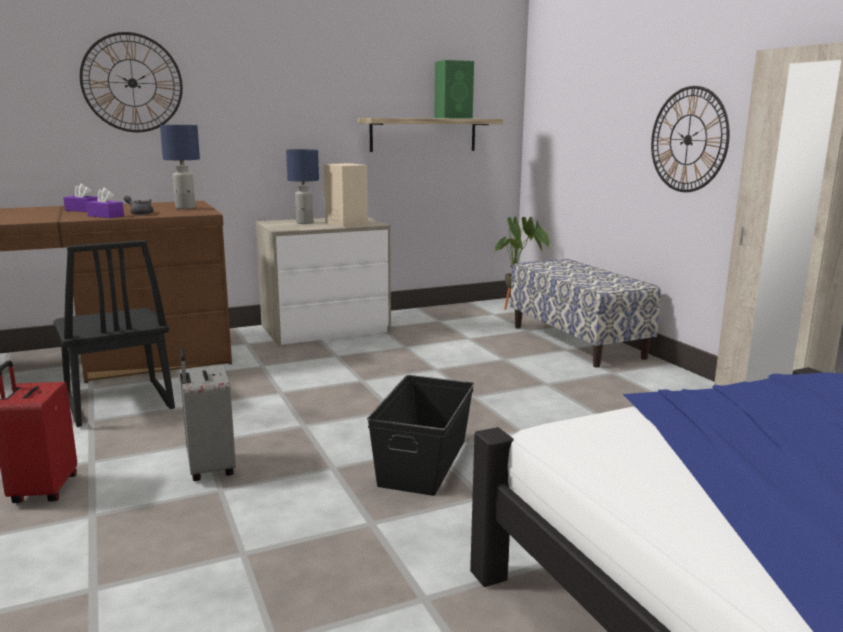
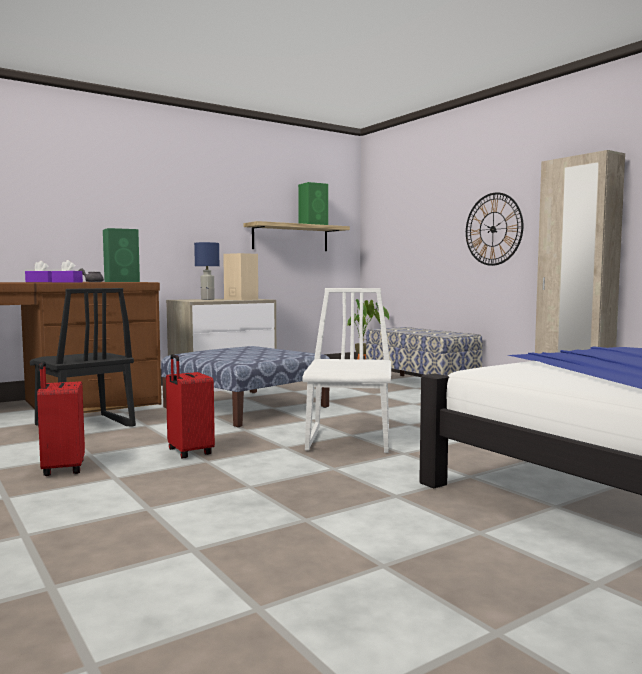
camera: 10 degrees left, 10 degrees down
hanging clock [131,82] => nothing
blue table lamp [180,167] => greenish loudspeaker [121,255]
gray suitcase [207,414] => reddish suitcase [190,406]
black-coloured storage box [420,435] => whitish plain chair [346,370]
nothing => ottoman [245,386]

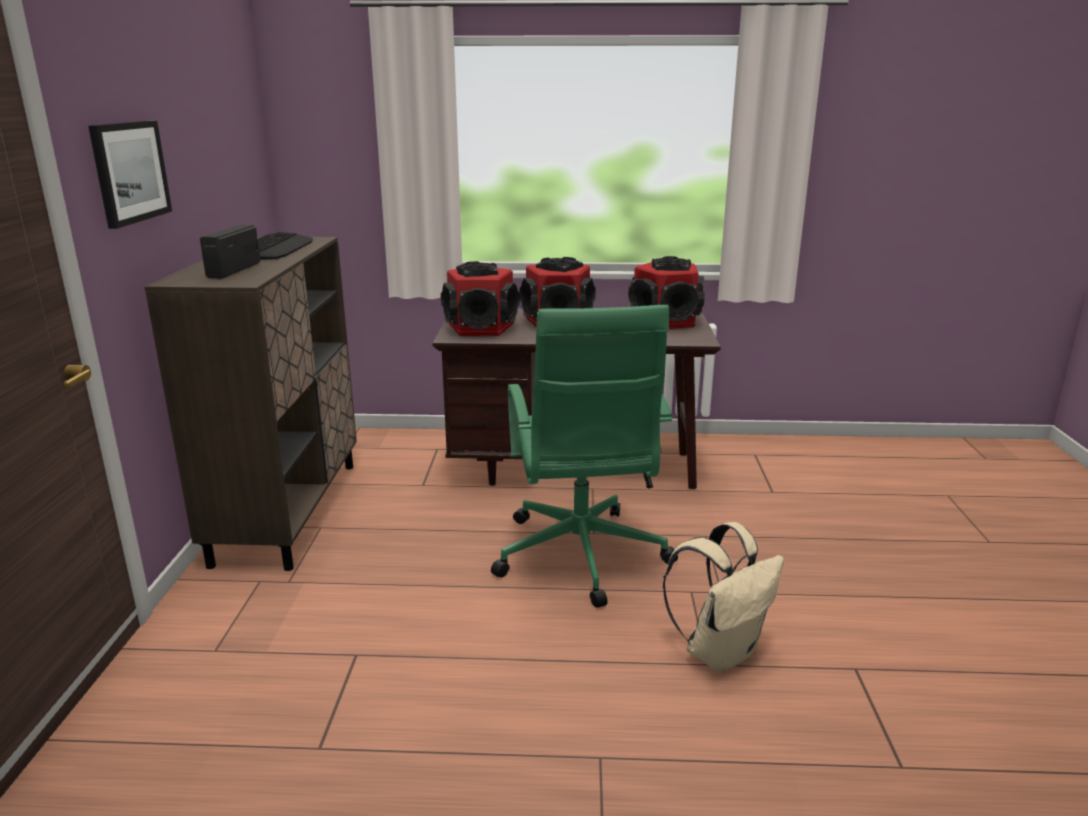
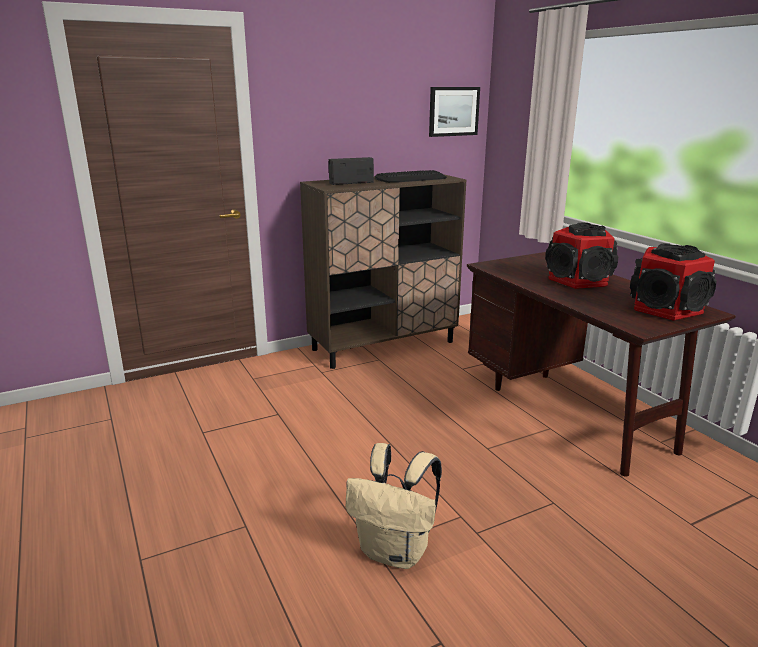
camera: 60 degrees right, 0 degrees up
wall picture [130,175] => wall picture [454,112], move
loudspeaker [480,298] => nothing
greenish desk chair [584,456] => nothing

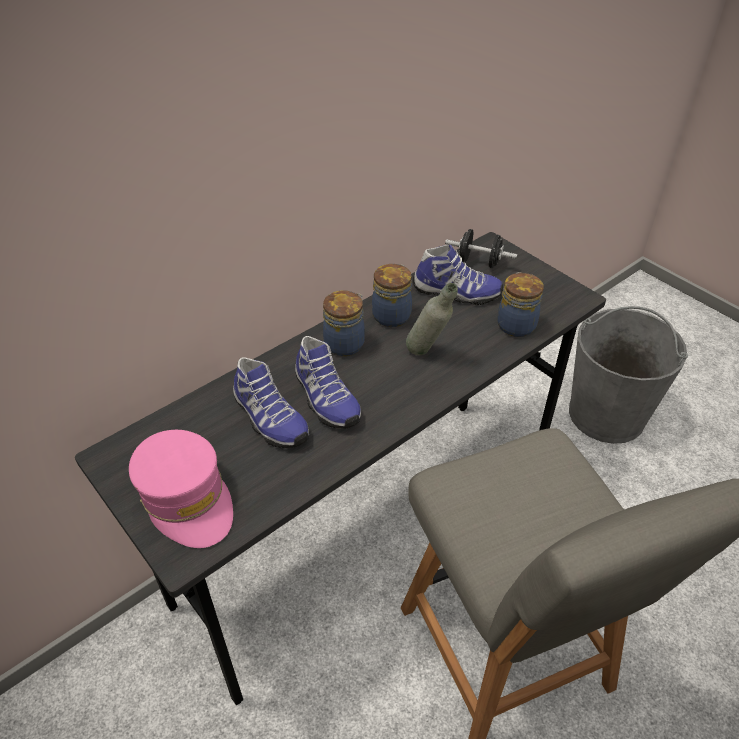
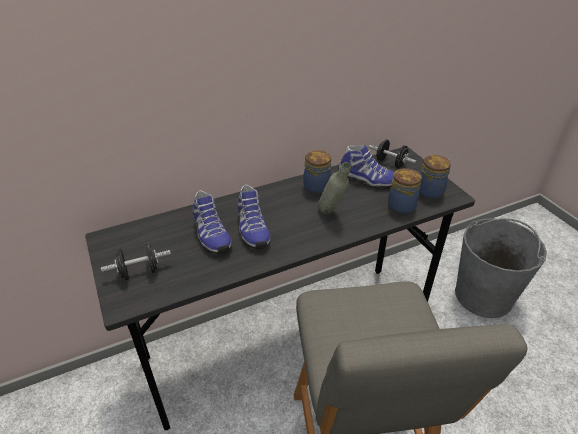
camera: 15 degrees right, 5 degrees down
preserve jar [344,323] => preserve jar [435,177], move
pinkish cap [181,489] => black-coloured dumbbell [136,261]

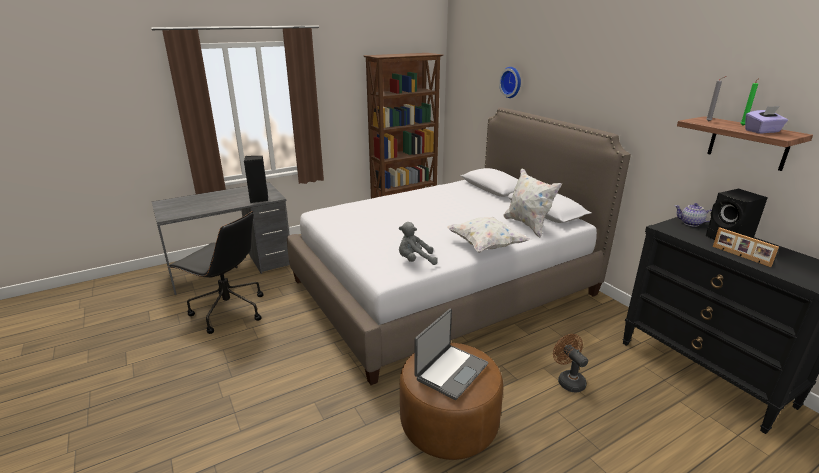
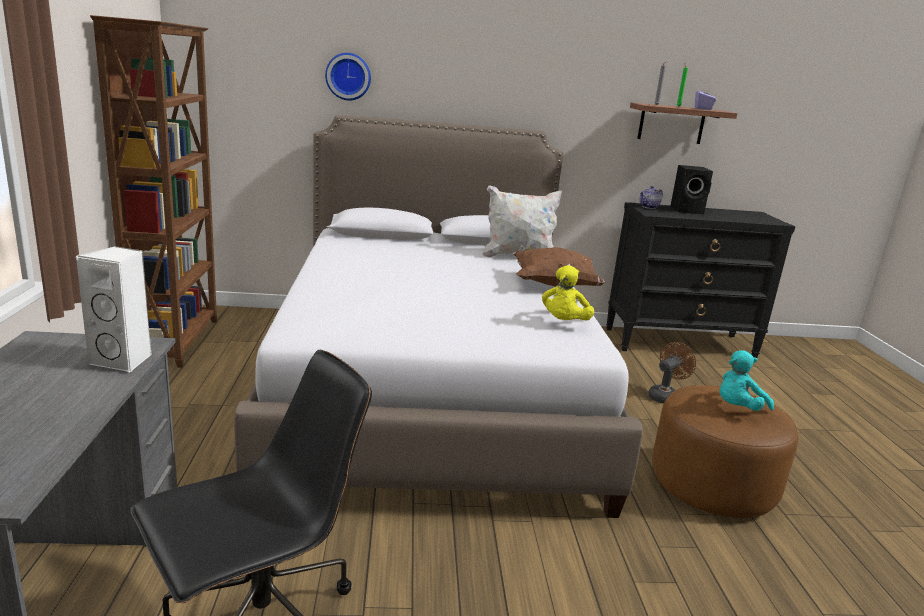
camera: 65 degrees left, 5 degrees down
black-coloured loudspeaker [256,179] => whitish loudspeaker [114,309]
whitish cushion [488,235] => brownish cushion [558,267]
gray soft toy [418,243] => yellow soft toy [568,293]
photo frame [746,247] => nothing
notebook computer [451,354] => turquoise soft toy [747,380]
brownish cooling fan [570,363] => brownish cooling fan [672,373], 135 degrees clockwise

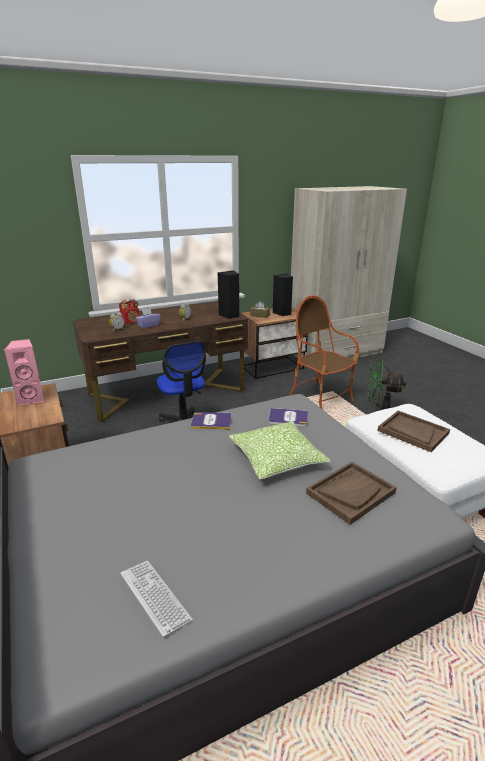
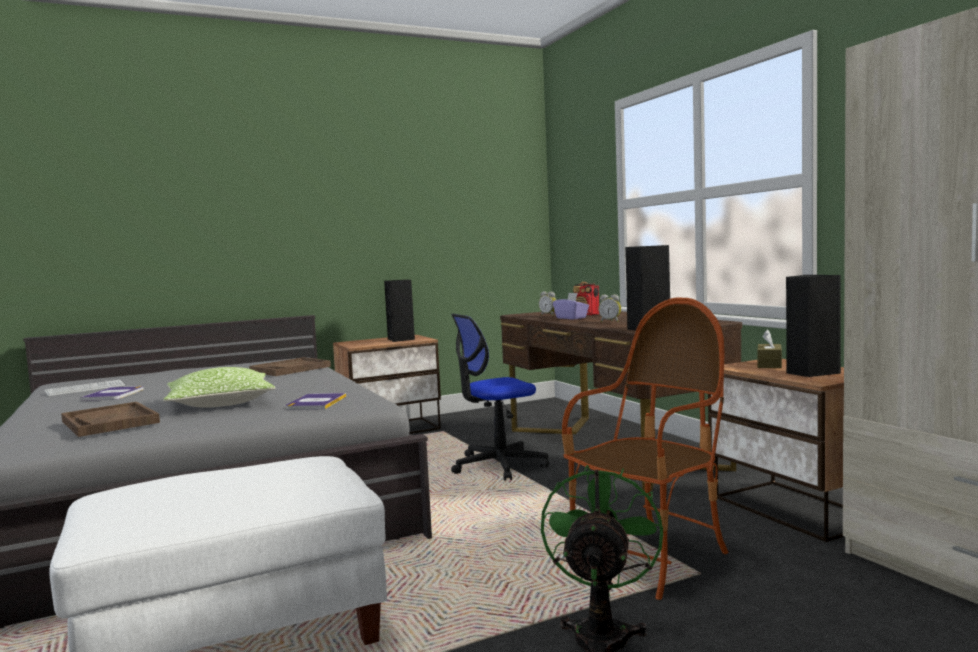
camera: 90 degrees right, 20 degrees down
pinkish loudspeaker [24,372] => black-coloured loudspeaker [399,311]
brownish tray [413,431] => brownish tray [290,366], move
volume [211,420] => volume [112,393], move

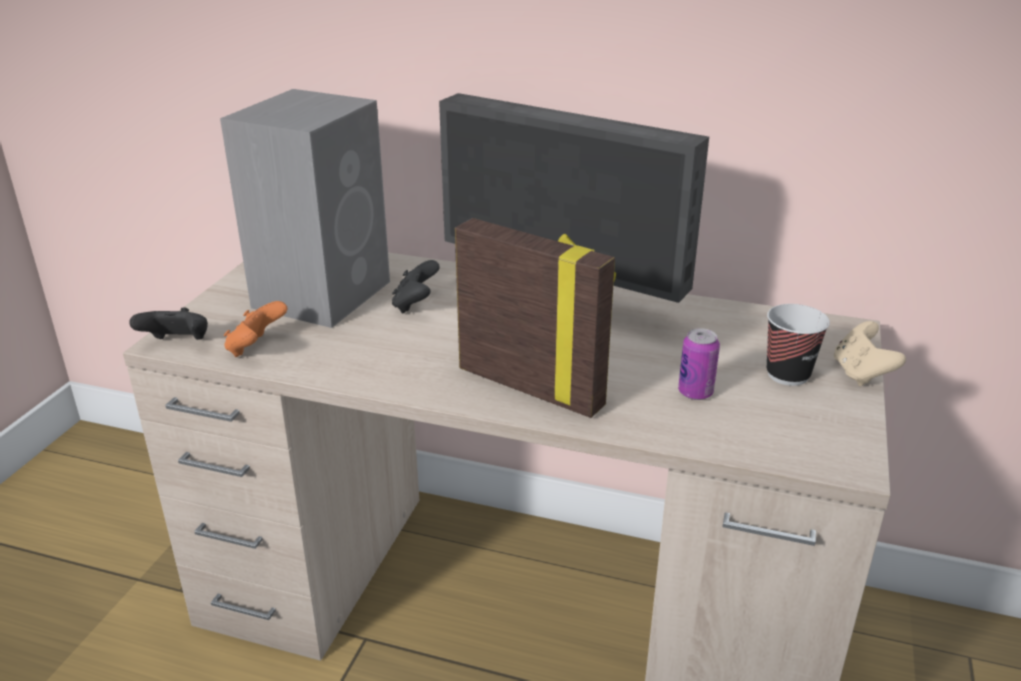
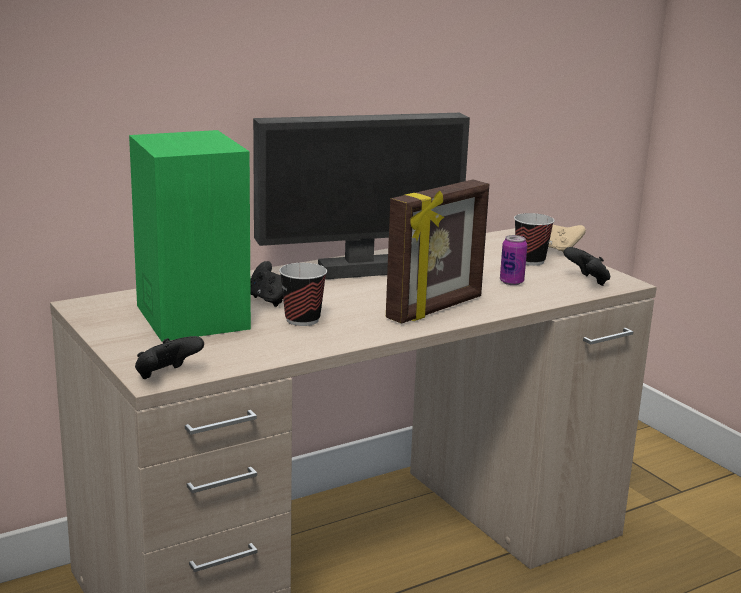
camera: 50 degrees left, 10 degrees down
gray loudspeaker [305,208] => greenish loudspeaker [190,236]
photo frame [535,318] => photo frame [437,251], 150 degrees clockwise
orange joypad [255,329] => nothing
nothing => black-coloured joypad [587,266]
nothing => cup [303,294]

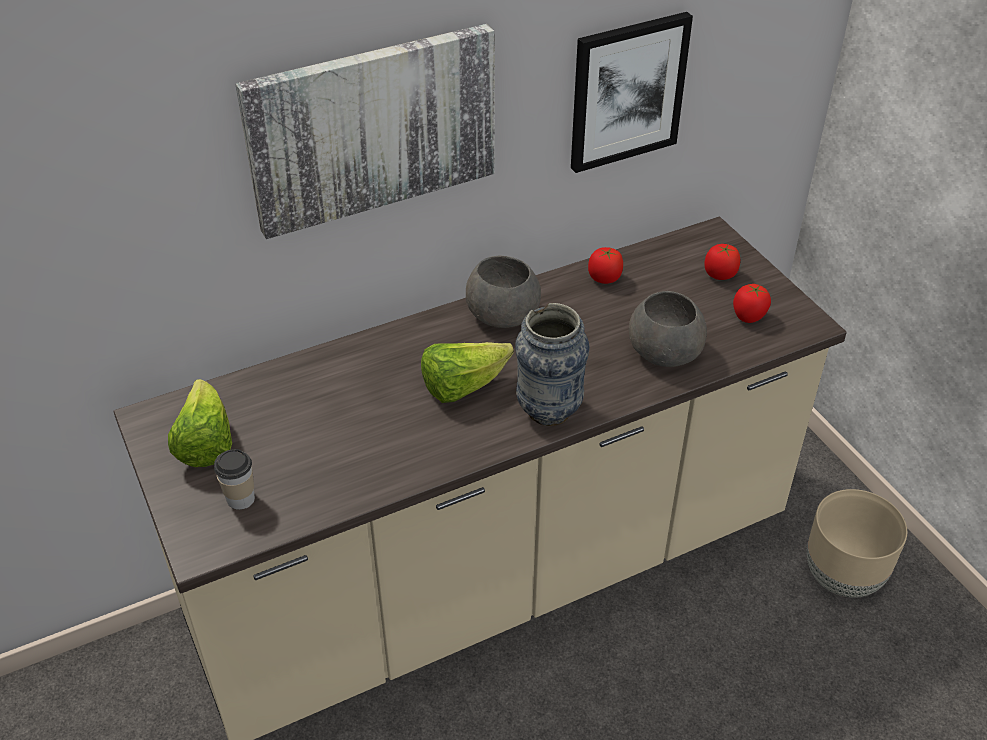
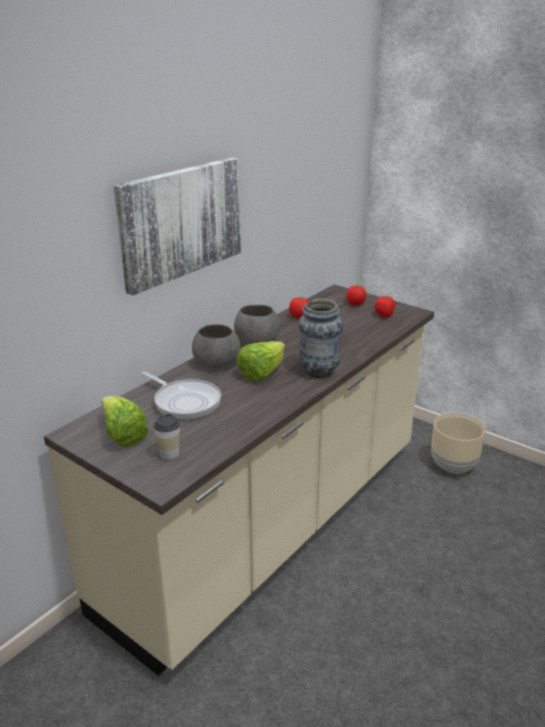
camera: 25 degrees left, 15 degrees down
wall picture [632,92] => nothing
gray deep dish [668,329] => gray deep dish [216,346], move
nothing => frying pan [181,396]

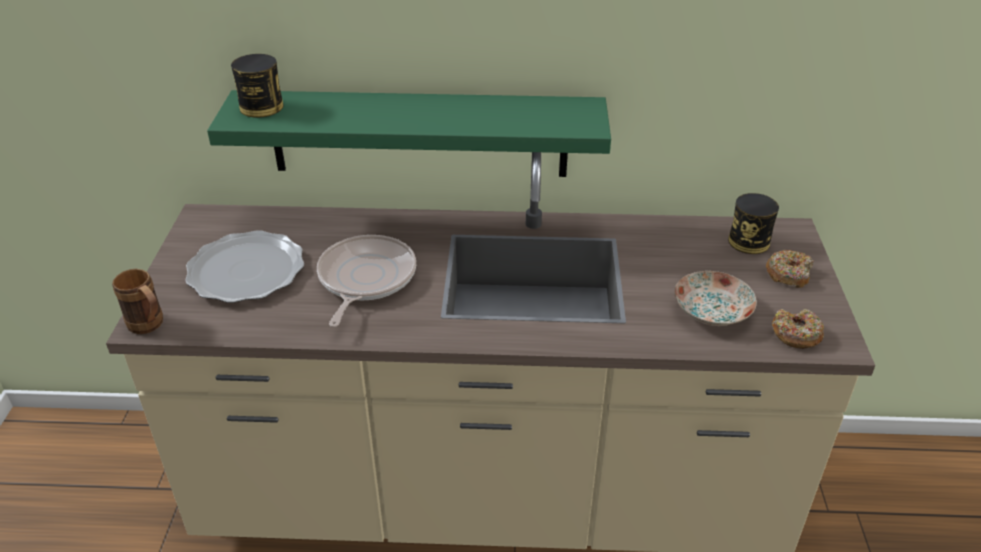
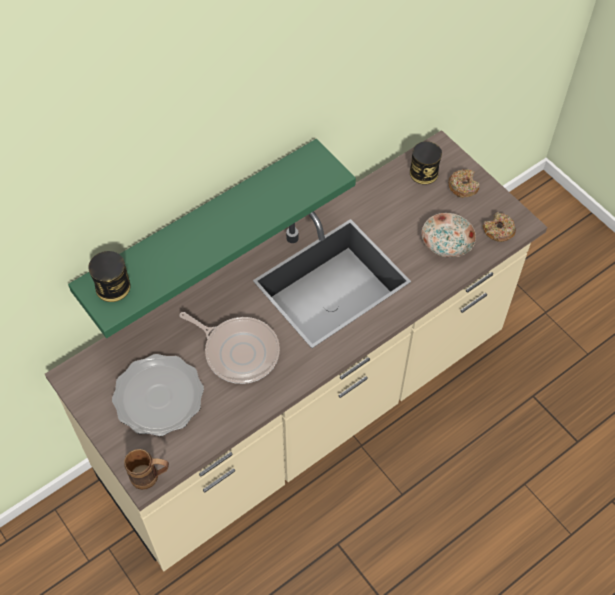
camera: 40 degrees left, 20 degrees up
frying pan [366,281] => frying pan [229,348], 150 degrees clockwise

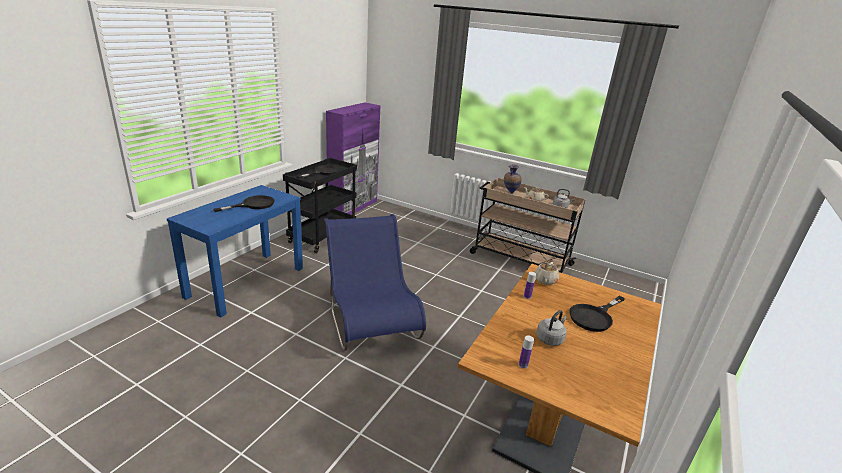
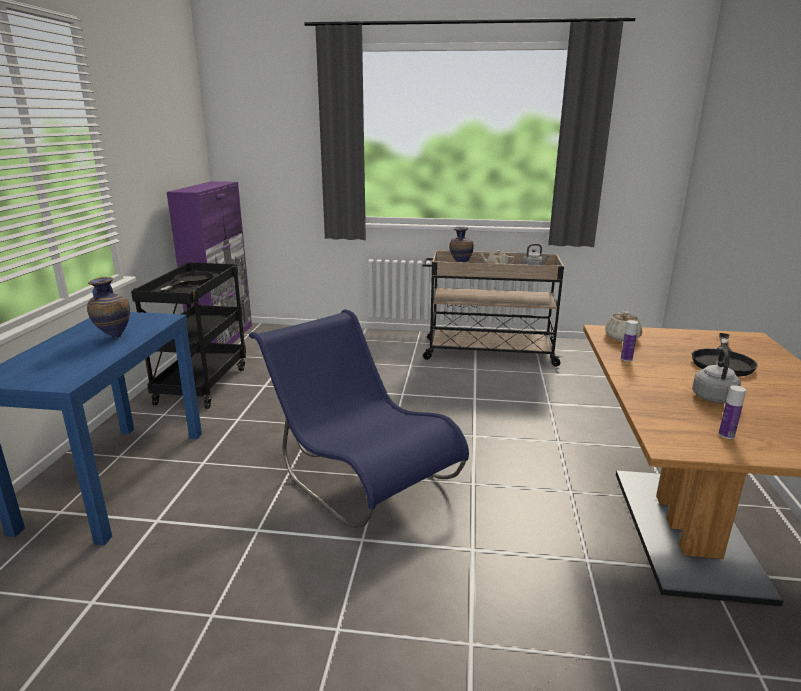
camera: 20 degrees left, 5 degrees down
black-coloured frying pan [243,203] => flower vase [108,308]

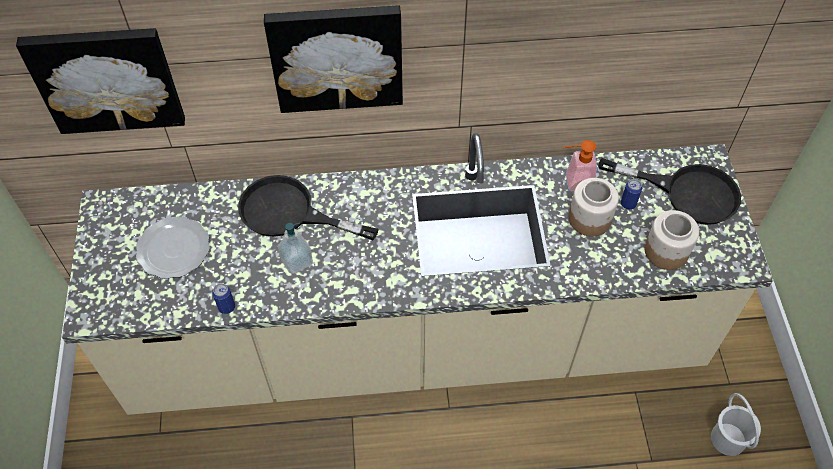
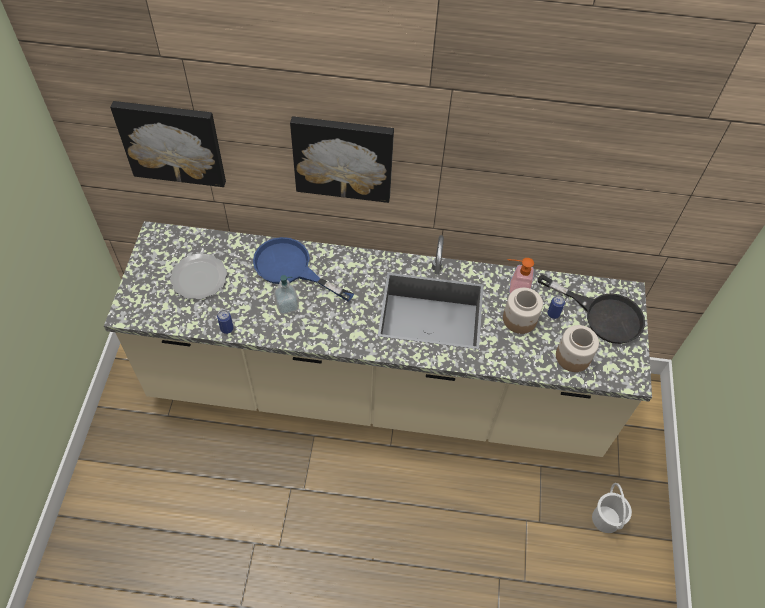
camera: 10 degrees right, 0 degrees up
black-coloured frying pan [308,207] => blue frying pan [303,269]

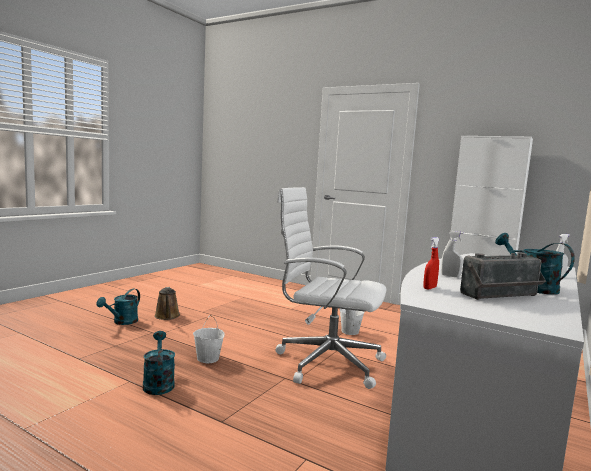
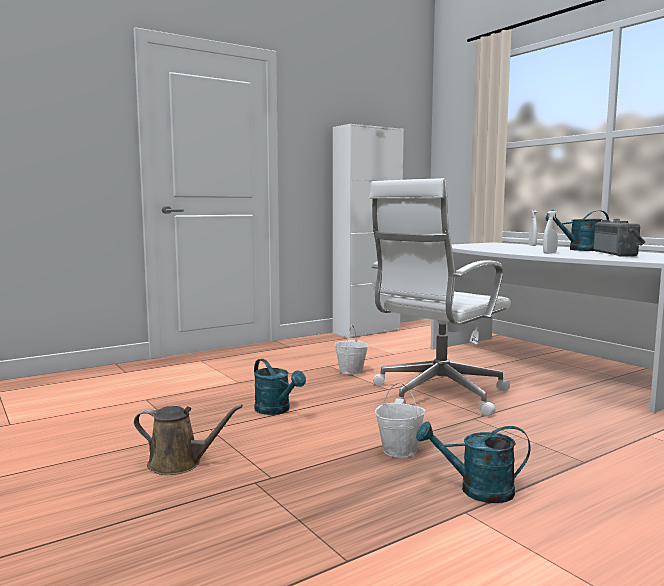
camera: 65 degrees left, 0 degrees up
reddish sprayer [431,263] => nothing
turquoise sprinkling can [118,307] => turquoise sprinkling can [280,387], move

